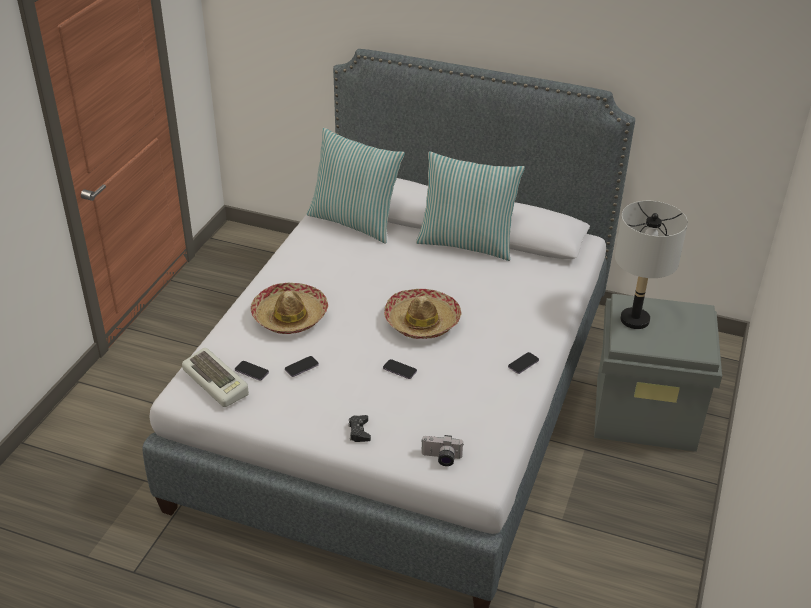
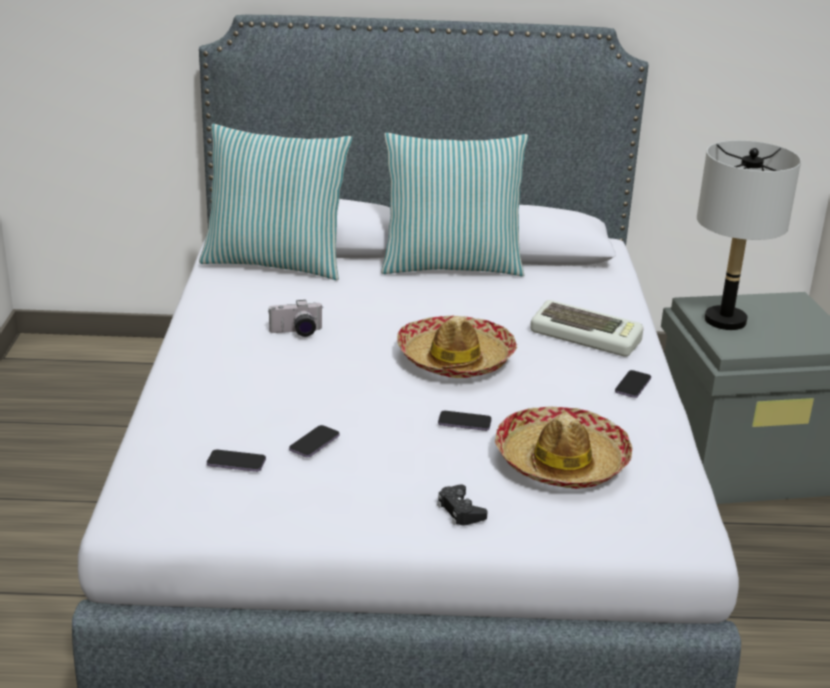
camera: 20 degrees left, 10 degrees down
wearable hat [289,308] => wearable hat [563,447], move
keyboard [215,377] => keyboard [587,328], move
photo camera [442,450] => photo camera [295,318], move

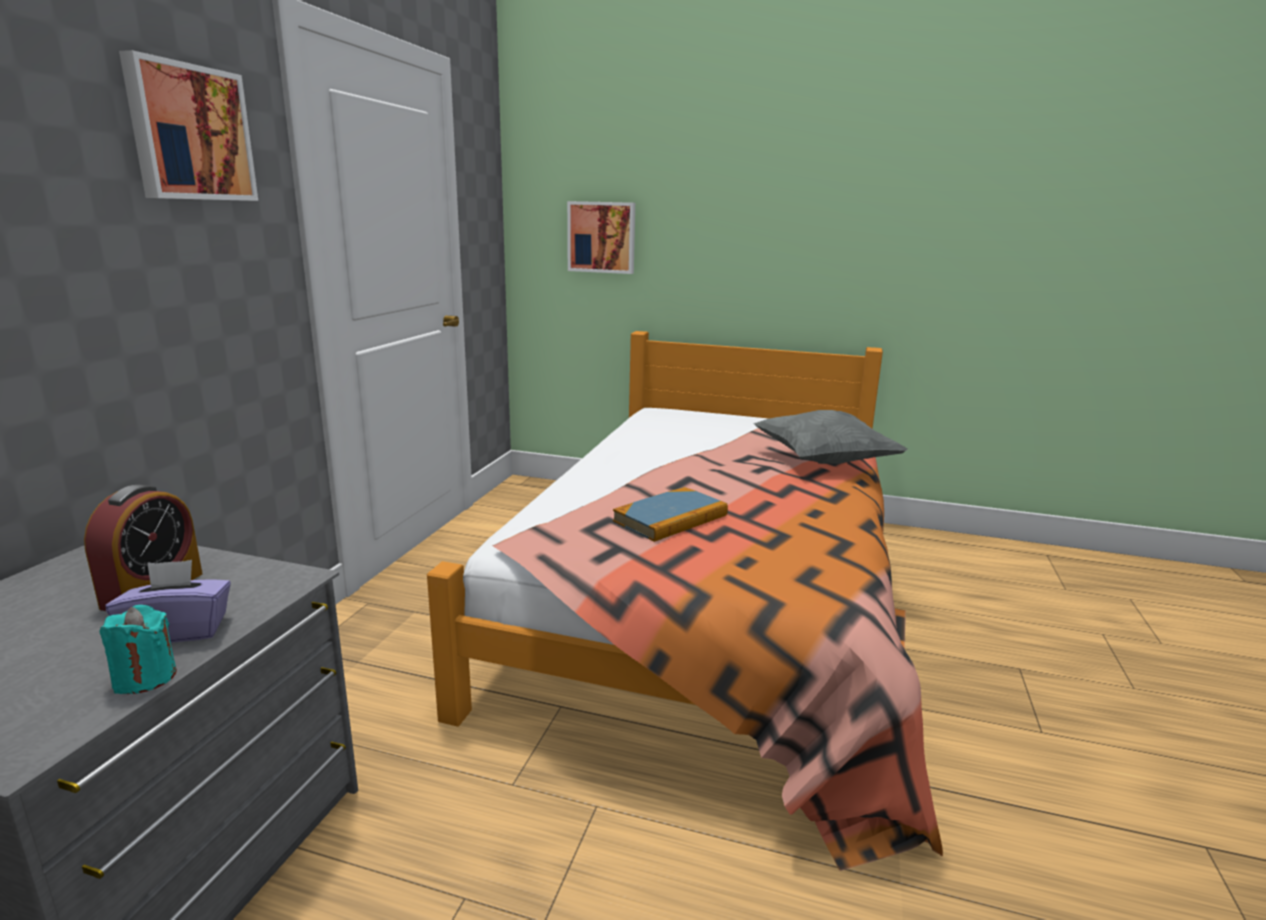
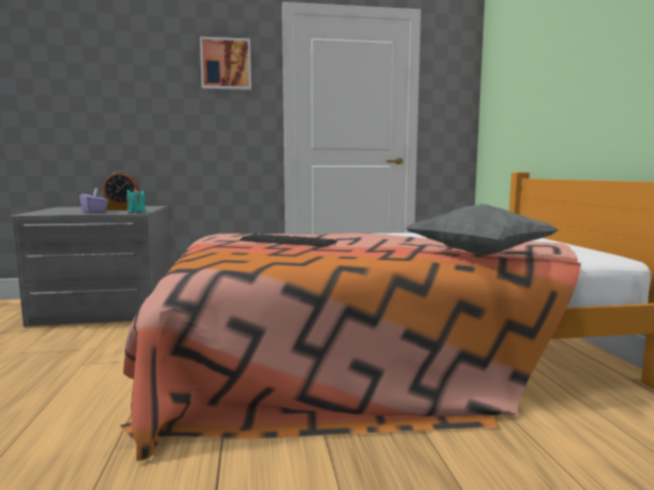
camera: 65 degrees right, 10 degrees down
wall picture [601,237] => nothing
volume [670,514] => keyboard [288,240]
turquoise candle [138,649] => turquoise candle [136,200], move

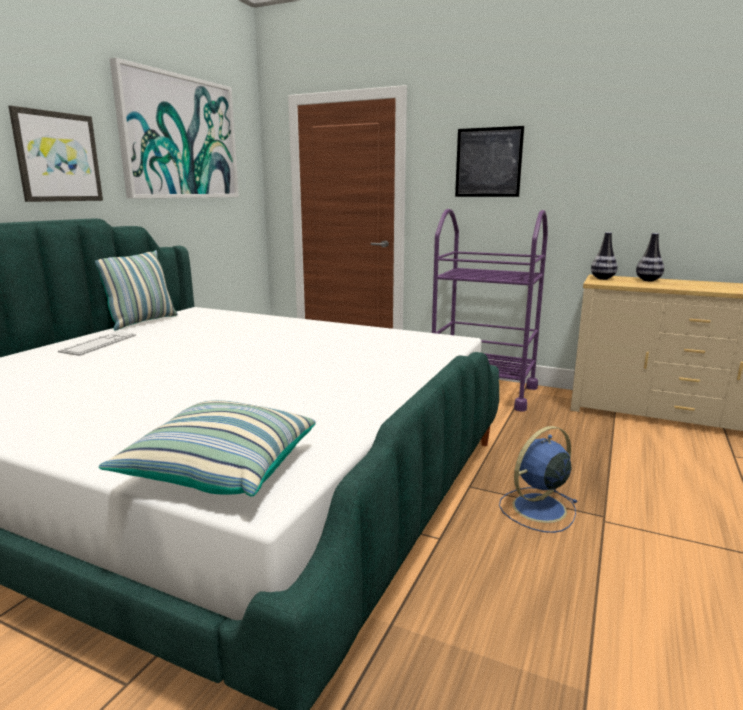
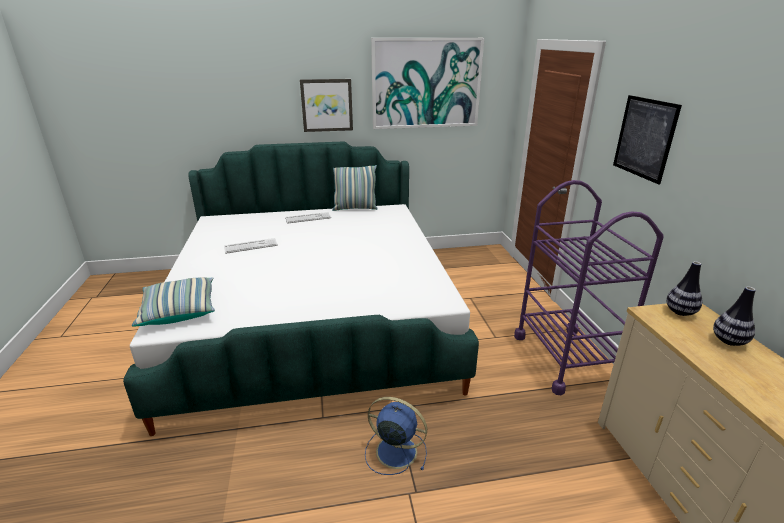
camera: 55 degrees right, 10 degrees up
nothing => keyboard [251,246]

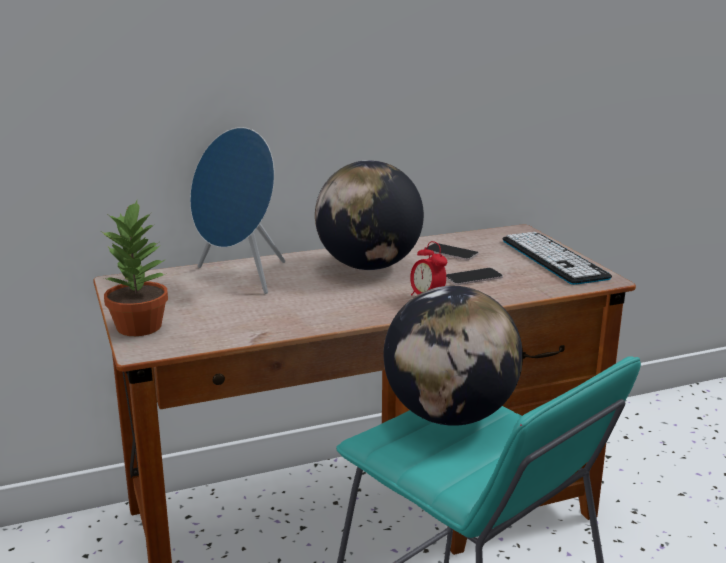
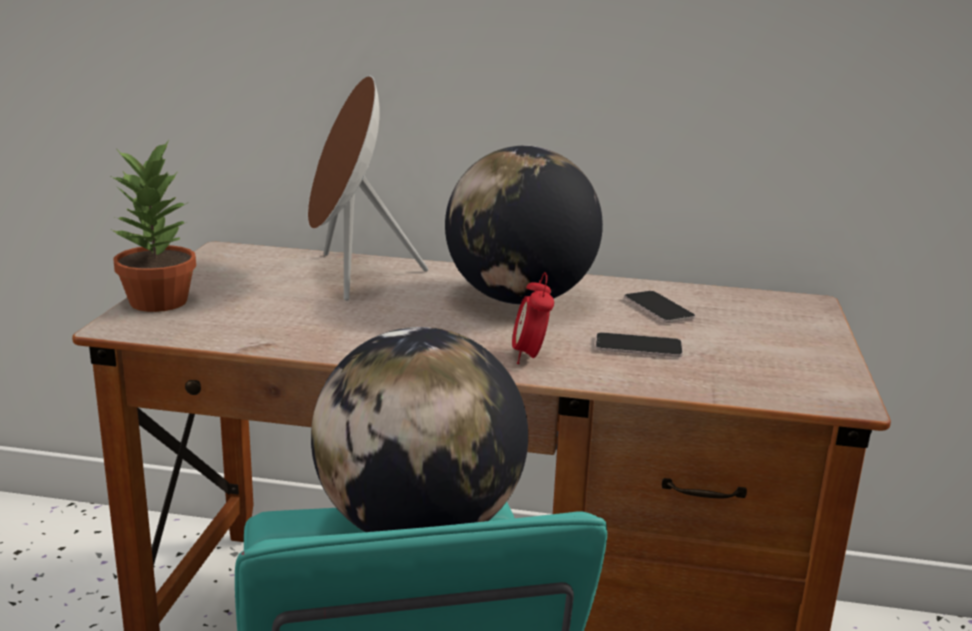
camera: 30 degrees right, 0 degrees up
blue loudspeaker [237,210] => brownish loudspeaker [367,188]
keyboard [557,258] => nothing

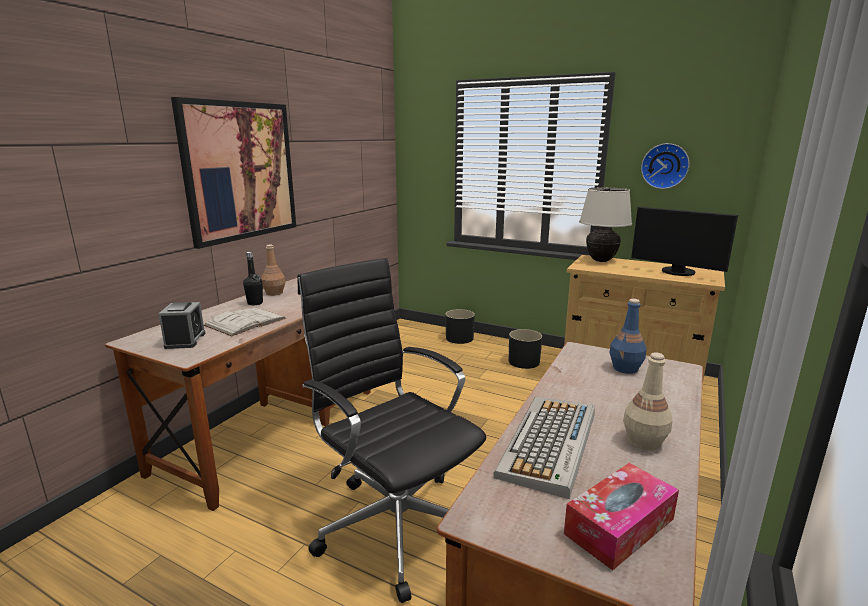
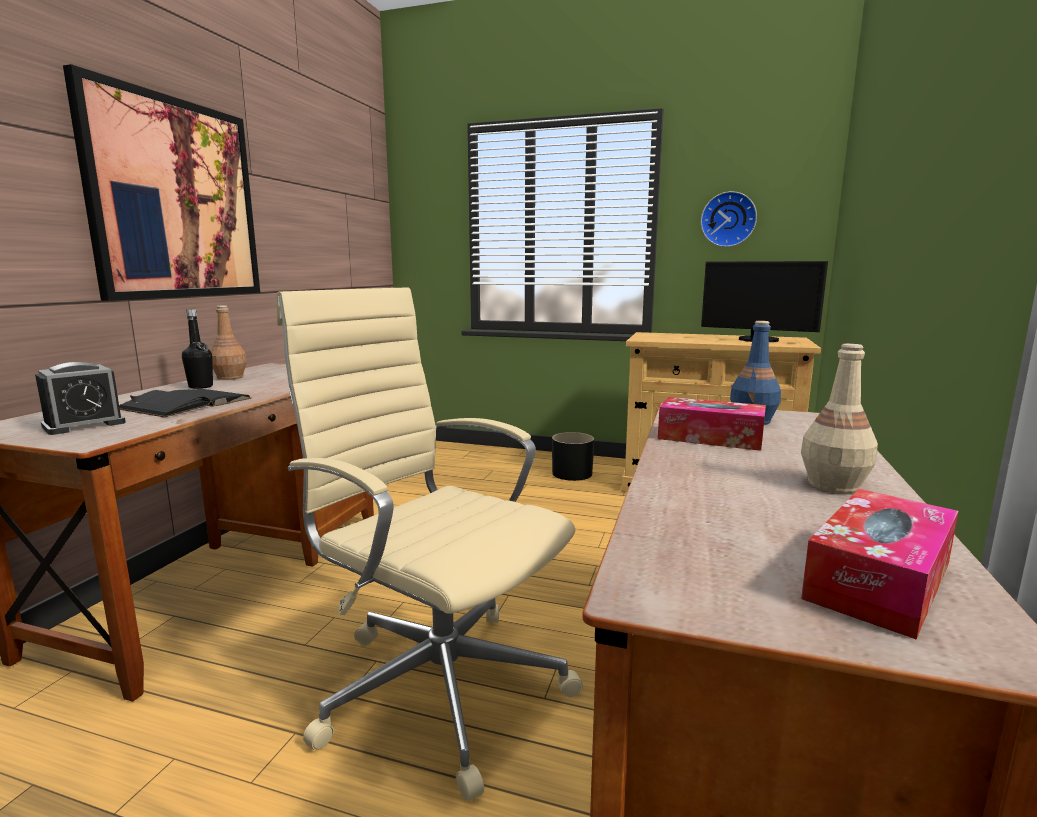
camera: 10 degrees left, 5 degrees down
sand-coloured table lamp [605,224] => nothing
black-coloured desk chair [391,430] => sand-coloured desk chair [429,544]
bedside clock [182,325] => bedside clock [80,398], 60 degrees clockwise
whitish volume [245,322] => black-coloured volume [185,403]
black-coloured planter [460,326] => nothing
keyboard [544,447] => nothing
nothing => tissue box [712,424]

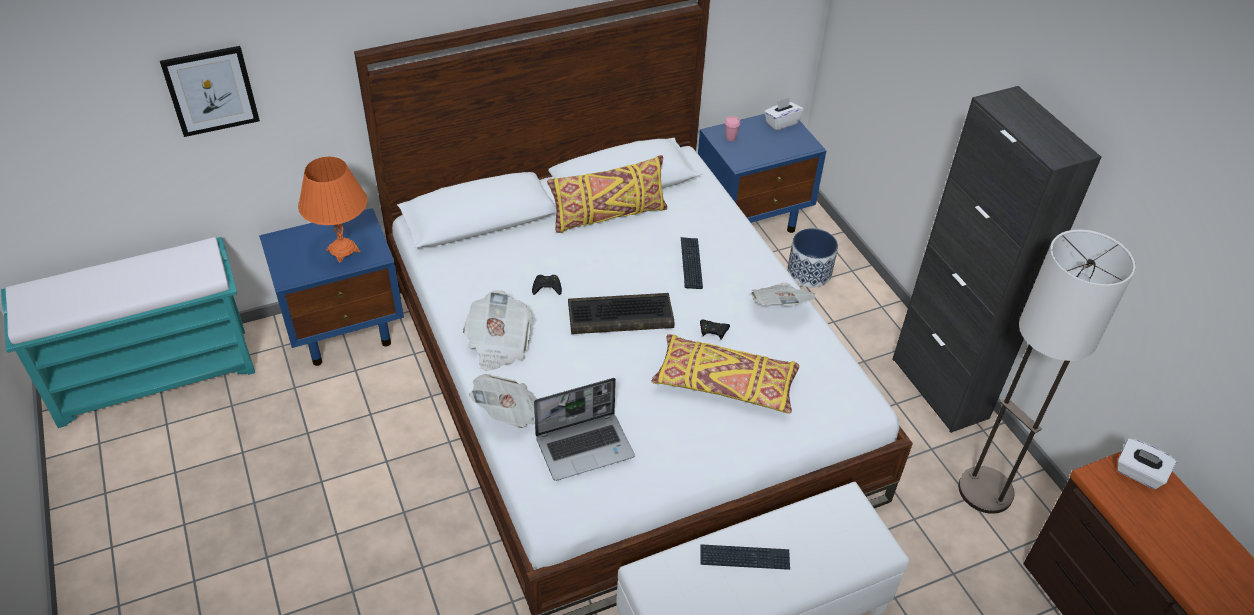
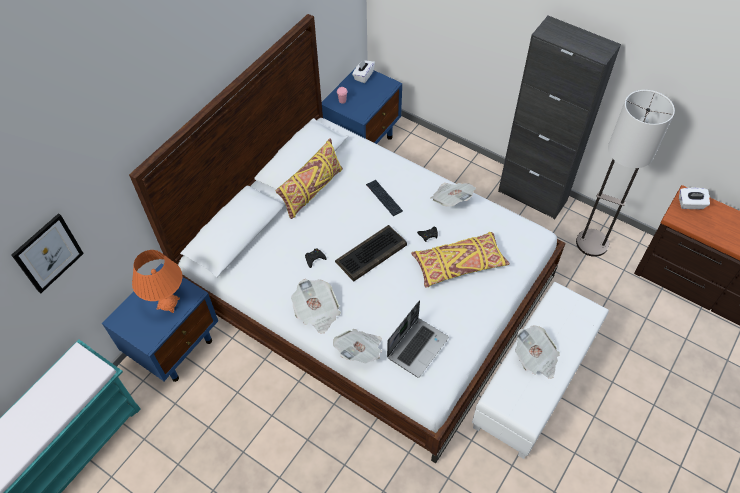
camera: 30 degrees left, 10 degrees up
planter [812,257] => nothing
keyboard [745,557] => daily paper [537,352]

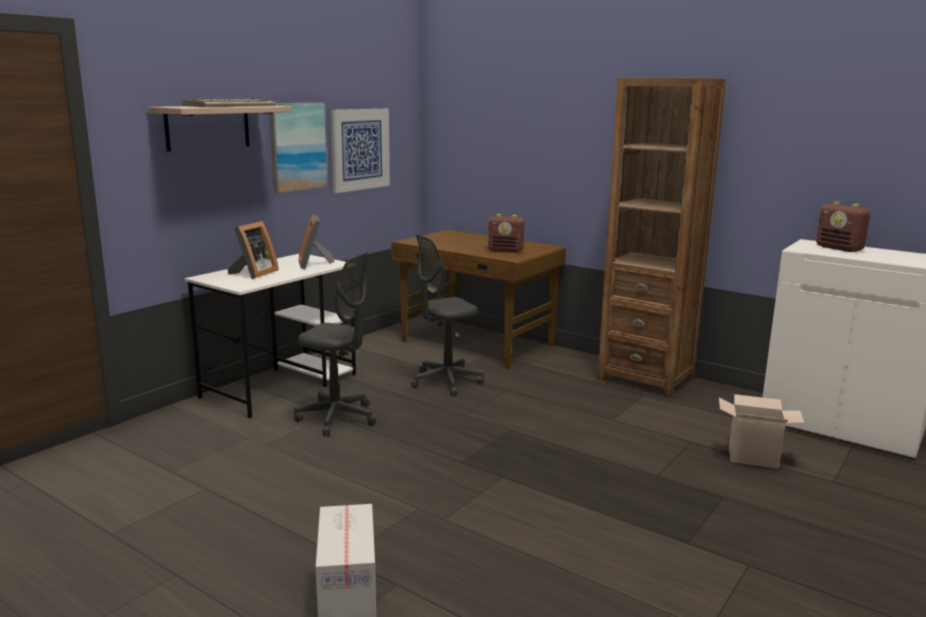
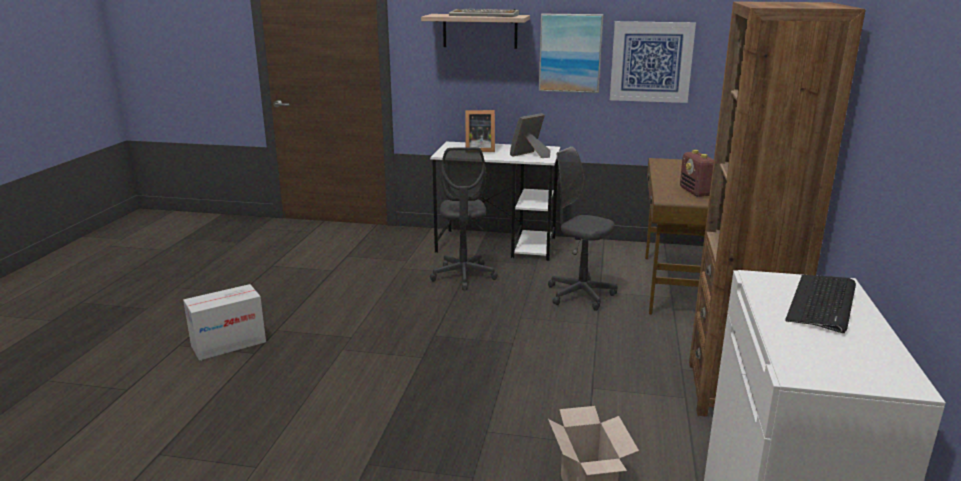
camera: 65 degrees right, 5 degrees up
radio receiver [843,226] => keyboard [820,304]

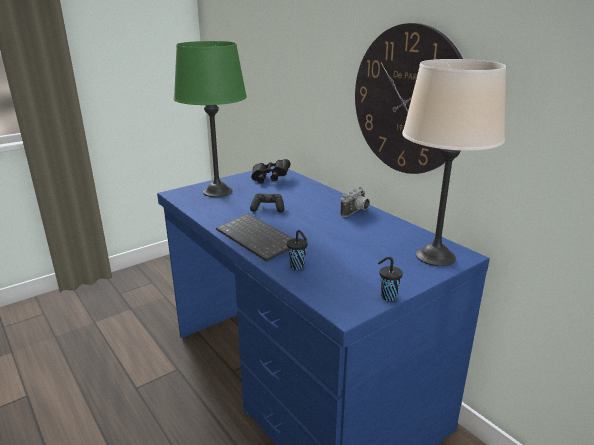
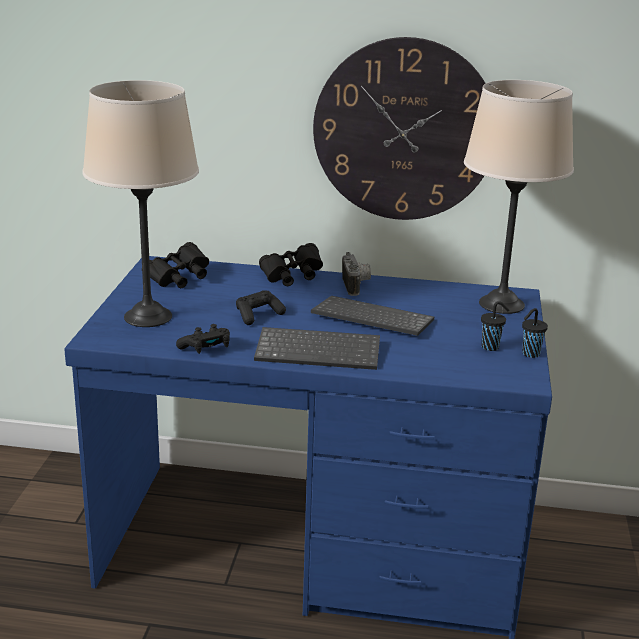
camera: 45 degrees left, 0 degrees up
greenish table lamp [210,119] => sand-coloured table lamp [140,203]
black-coloured cup [297,249] => black-coloured cup [495,326], move
nothing => black-coloured binoculars [291,264]
nothing => keyboard [372,316]
nothing => black-coloured joypad [203,339]

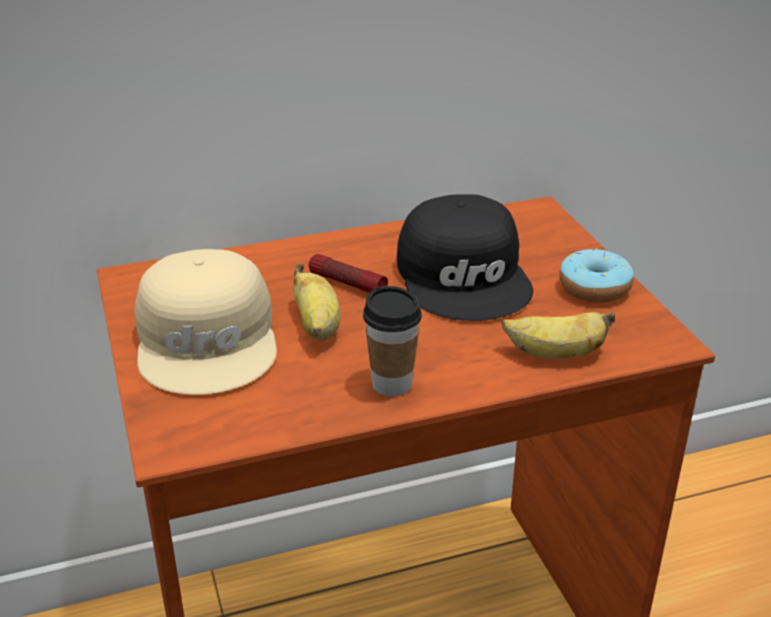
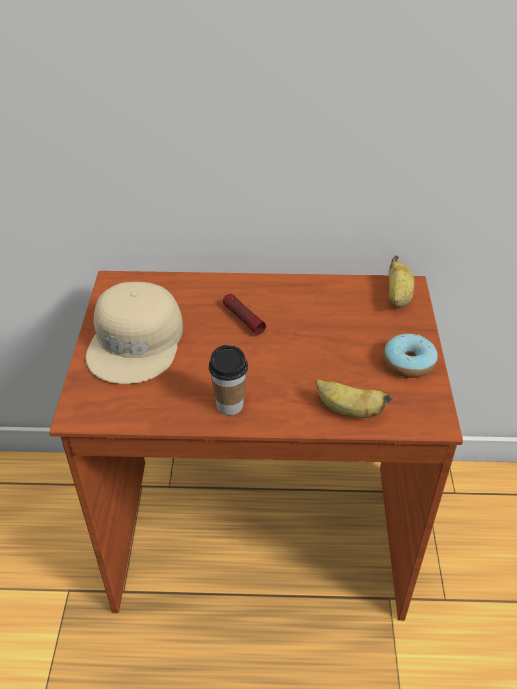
camera: 20 degrees right, 10 degrees up
black-coloured cap [465,257] => nothing
banana fruit [316,302] => banana fruit [401,281], move

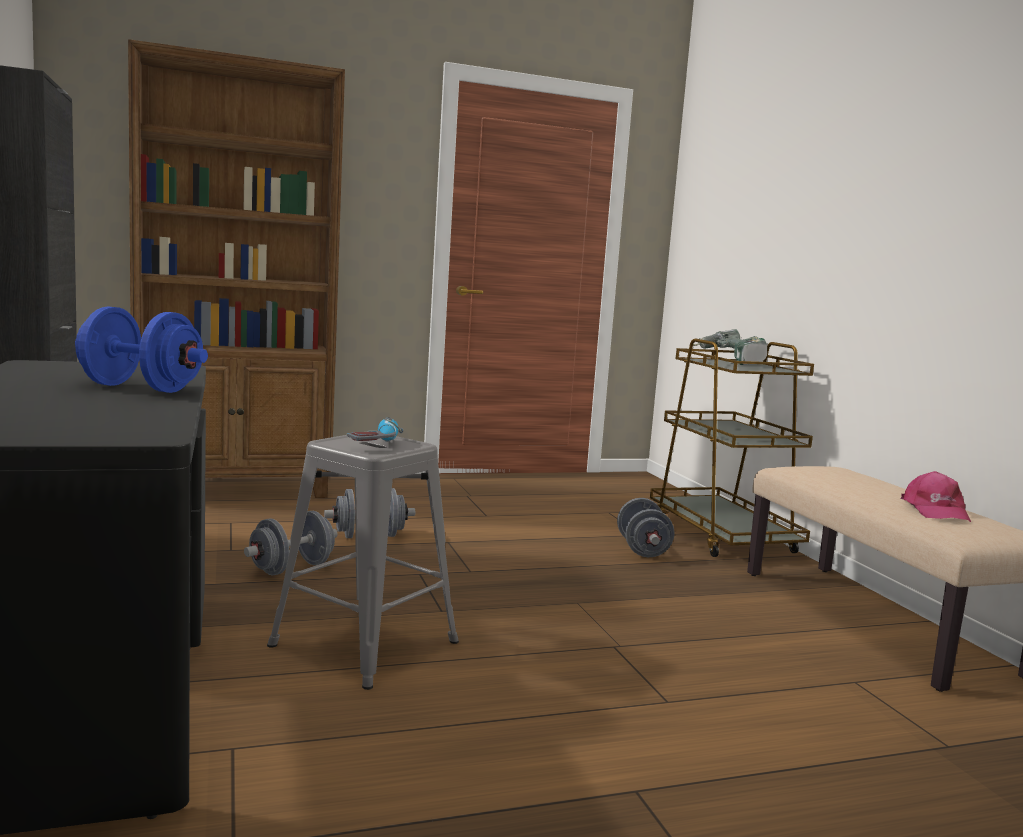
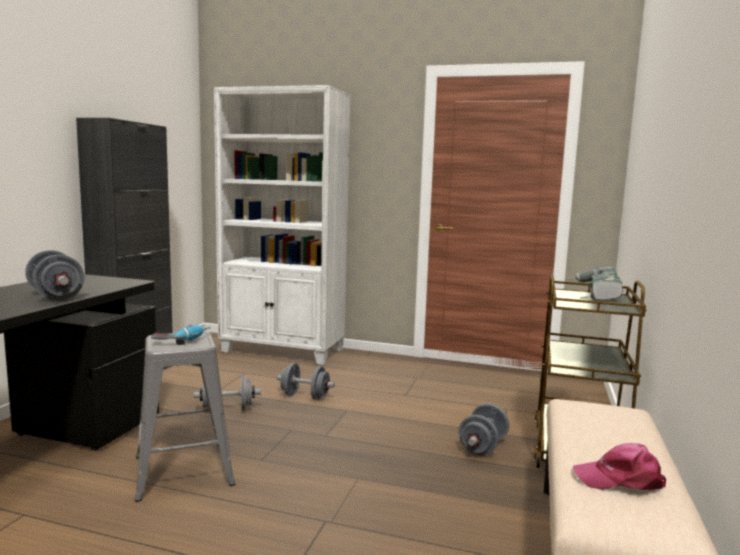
camera: 35 degrees right, 0 degrees up
brownish shelving unit [236,268] => whitish shelving unit [282,225]
blue dumbbell [141,349] => gray dumbbell [55,275]
pinkish cap [936,496] => pinkish cap [619,466], 60 degrees clockwise

